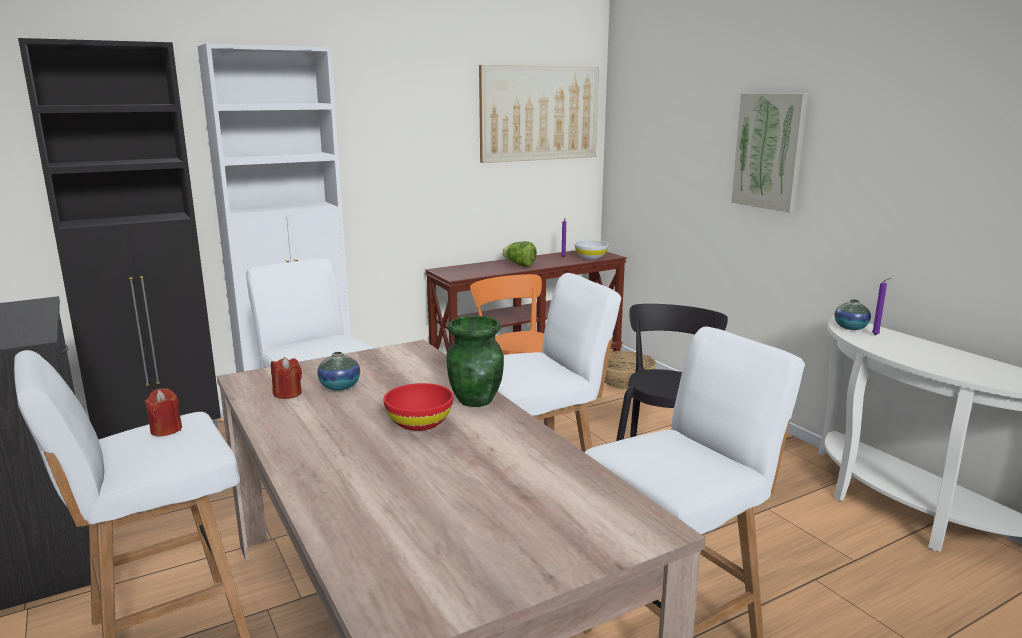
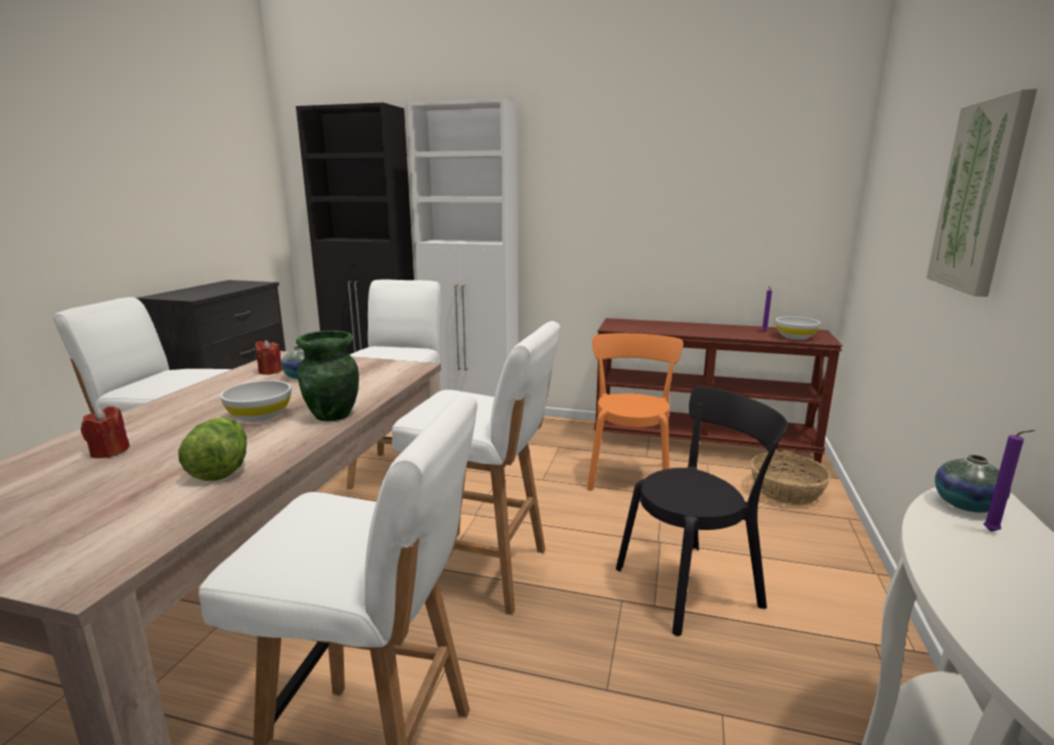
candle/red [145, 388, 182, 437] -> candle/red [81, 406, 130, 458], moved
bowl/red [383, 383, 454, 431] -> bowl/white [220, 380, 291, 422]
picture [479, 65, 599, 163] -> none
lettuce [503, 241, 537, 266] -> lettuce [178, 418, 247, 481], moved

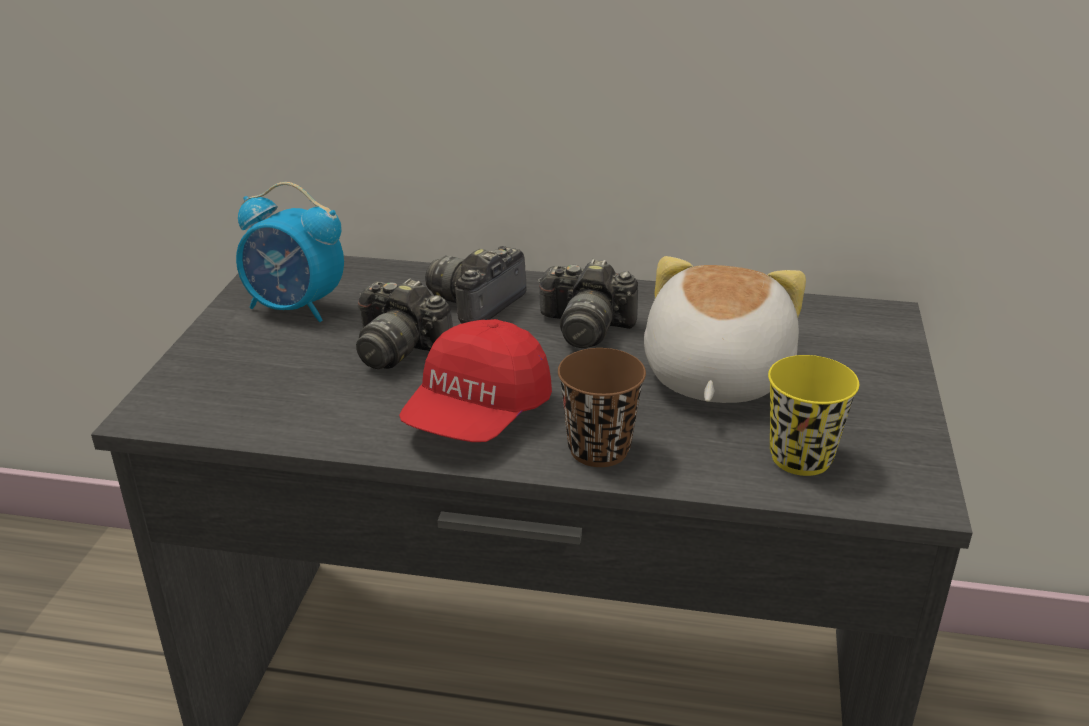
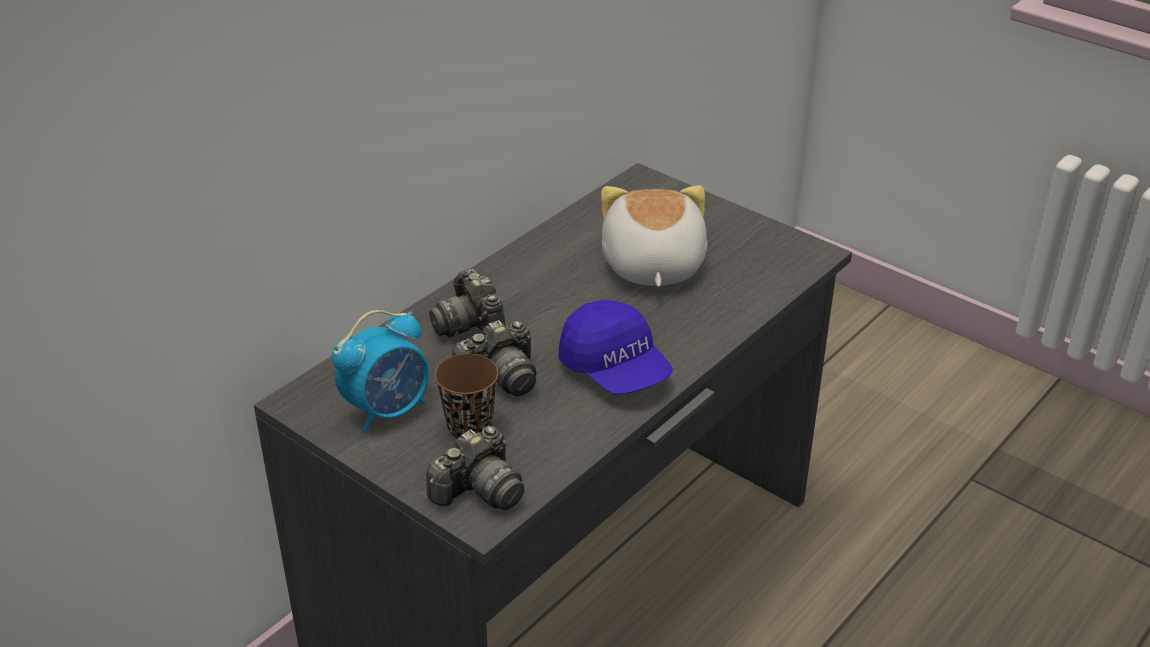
cap/red [399, 319, 552, 442] -> cap/blue [559, 300, 673, 394]
photo camera [537, 259, 638, 348] -> photo camera [426, 426, 525, 510], moved
cup/brown [558, 348, 646, 467] -> cup/brown [435, 354, 499, 439], moved
plush toy [644, 256, 806, 403] -> plush toy [601, 185, 708, 287], 45 degrees clockwise
cup/yellow [768, 355, 859, 476] -> none

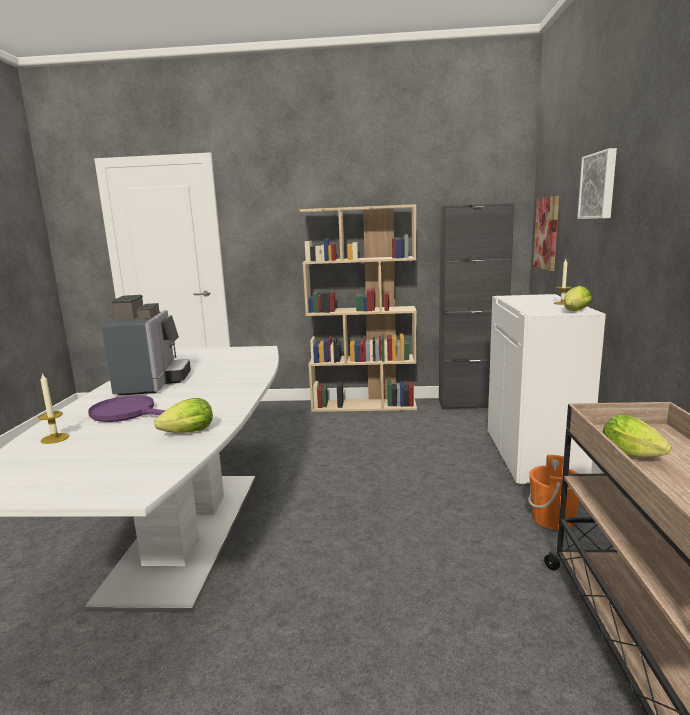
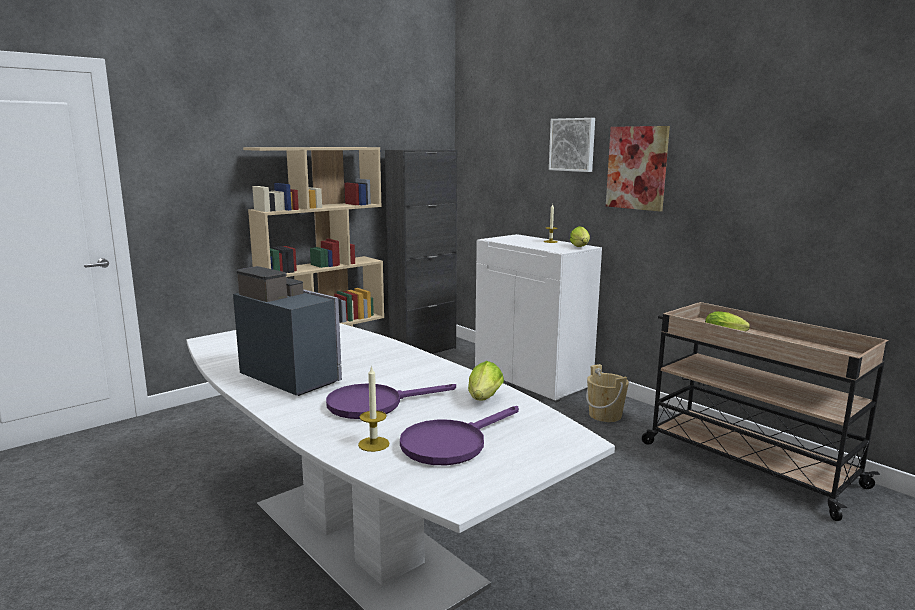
bucket/orange [528, 455, 580, 530] -> bucket/beige [586, 364, 629, 422]
picture [533, 196, 559, 271] -> picture [606, 126, 670, 212], moved
none -> frying pan/purple [400, 406, 519, 465]

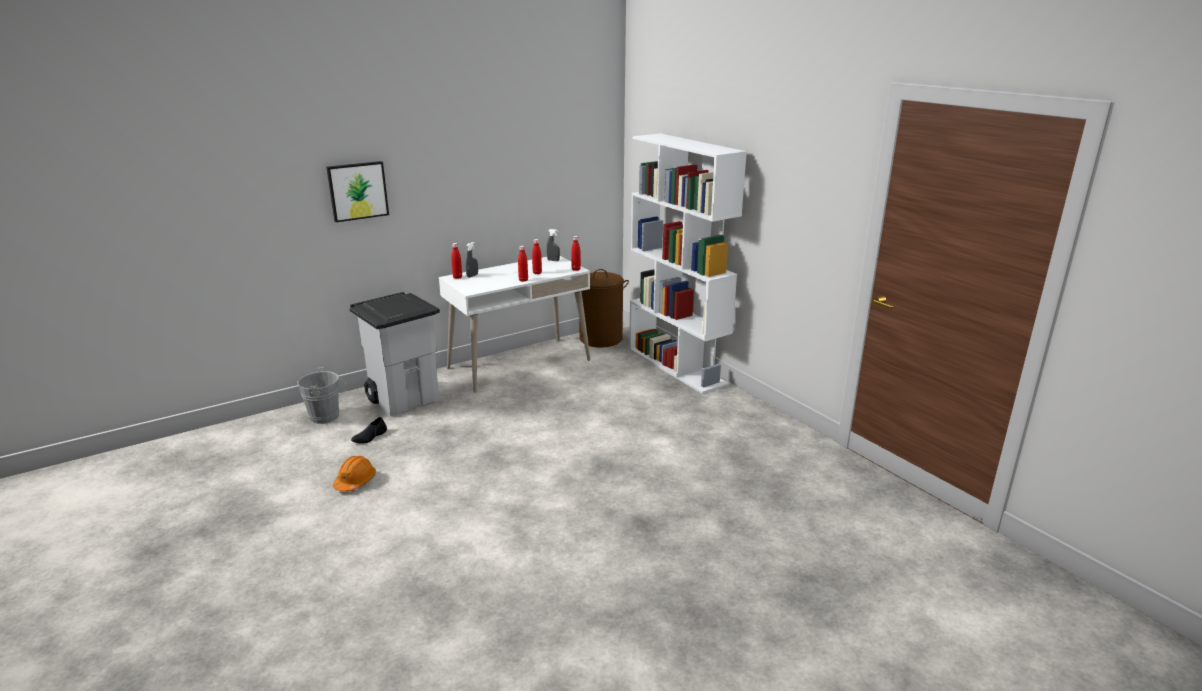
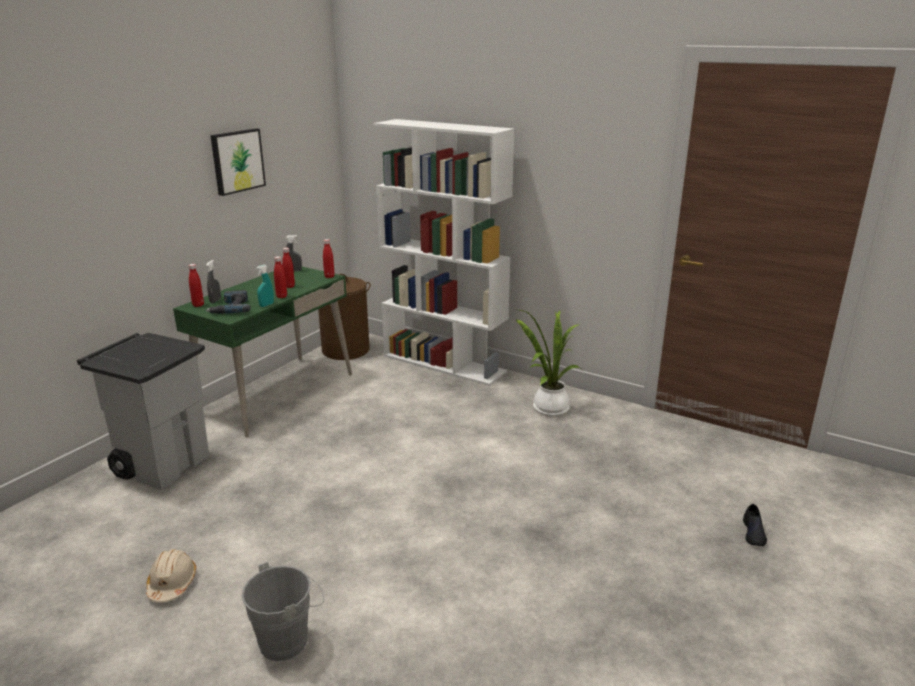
bucket/grey [297, 367, 347, 424] -> bucket/grey [242, 562, 324, 662], moved
picture [326, 161, 389, 222] -> picture [210, 128, 266, 196], moved
hard hat/orange [333, 456, 376, 492] -> hard hat/beige [146, 549, 196, 603]
shoe/black [351, 417, 387, 443] -> shoe/black [743, 504, 767, 546], moved
desk/white [439, 256, 590, 392] -> desk/green [173, 267, 352, 437]
none -> power drill [205, 290, 251, 314]
none -> spray bottle/turquoise [256, 265, 274, 307]
none -> potted plant [515, 310, 580, 416]

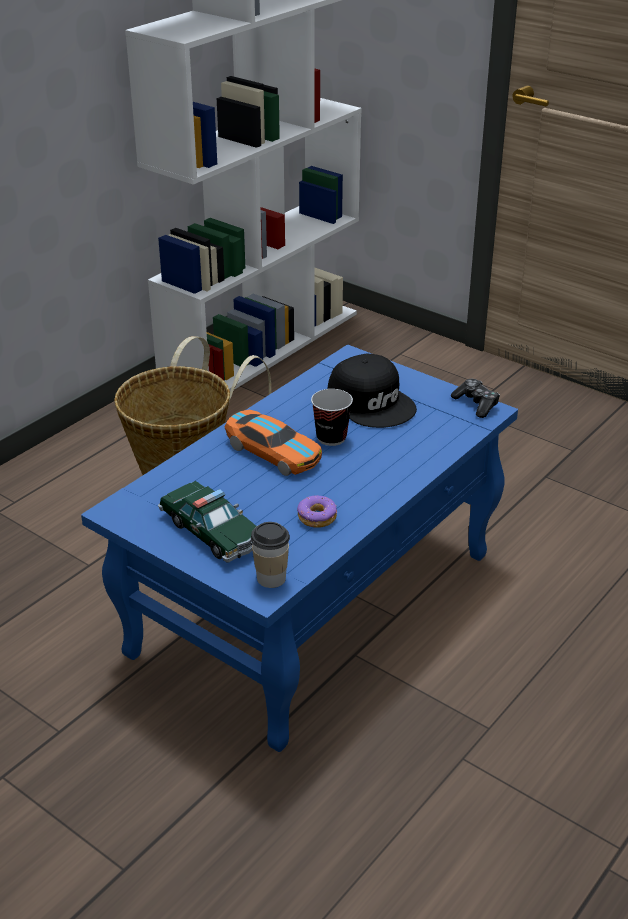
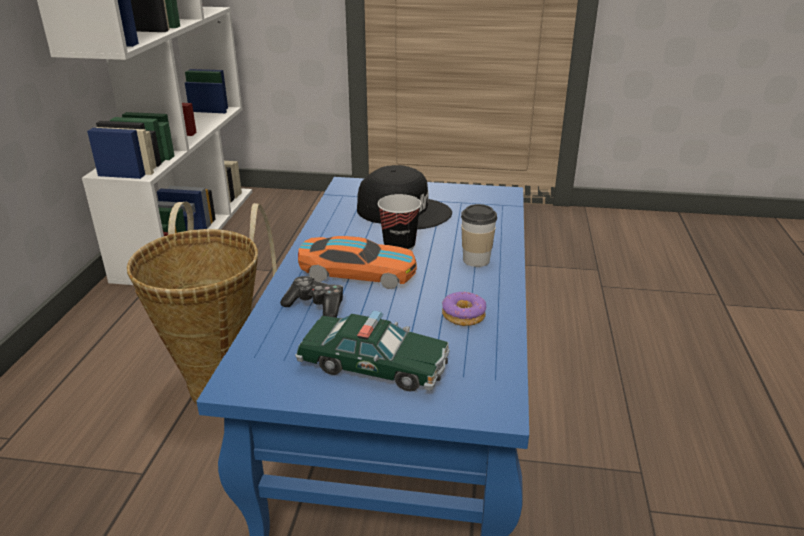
cup [251, 522, 290, 588] -> cup [461, 204, 497, 267], moved
game controller [451, 379, 500, 418] -> game controller [280, 276, 343, 318], moved

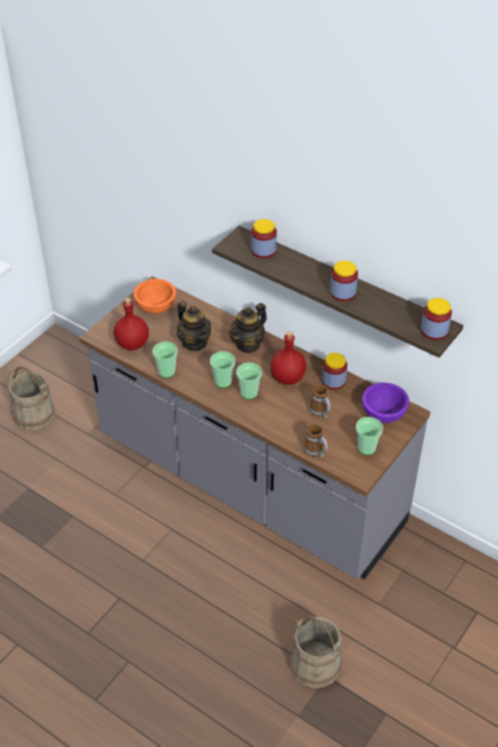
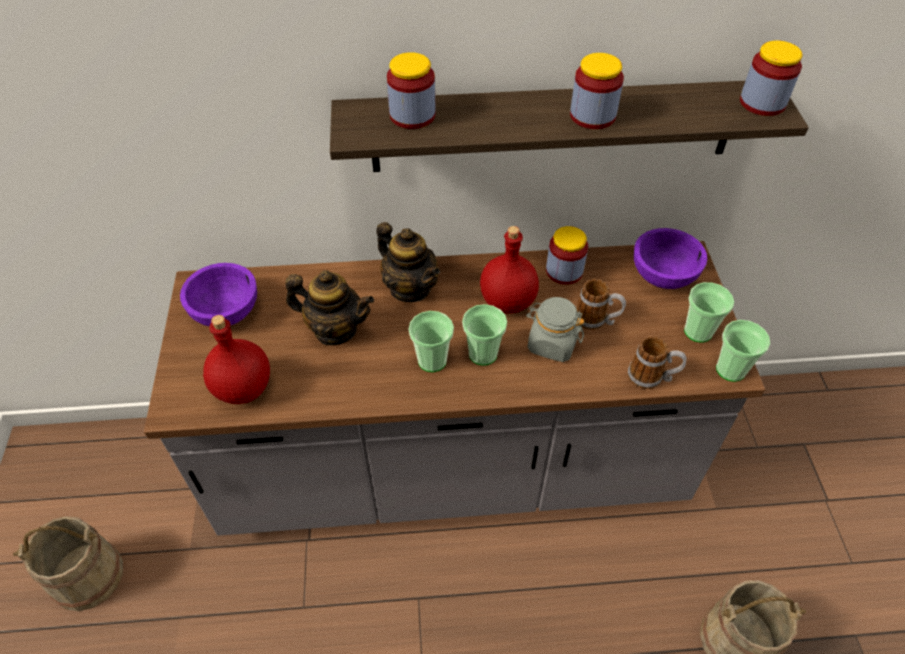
bowl/orange [134, 279, 176, 314] -> bowl/purple [180, 263, 257, 327]
cup [152, 342, 178, 378] -> cup [716, 320, 770, 382], moved
teapot [229, 303, 267, 353] -> teapot [376, 222, 440, 302], 45 degrees counterclockwise
none -> jar/grey [526, 297, 585, 362]

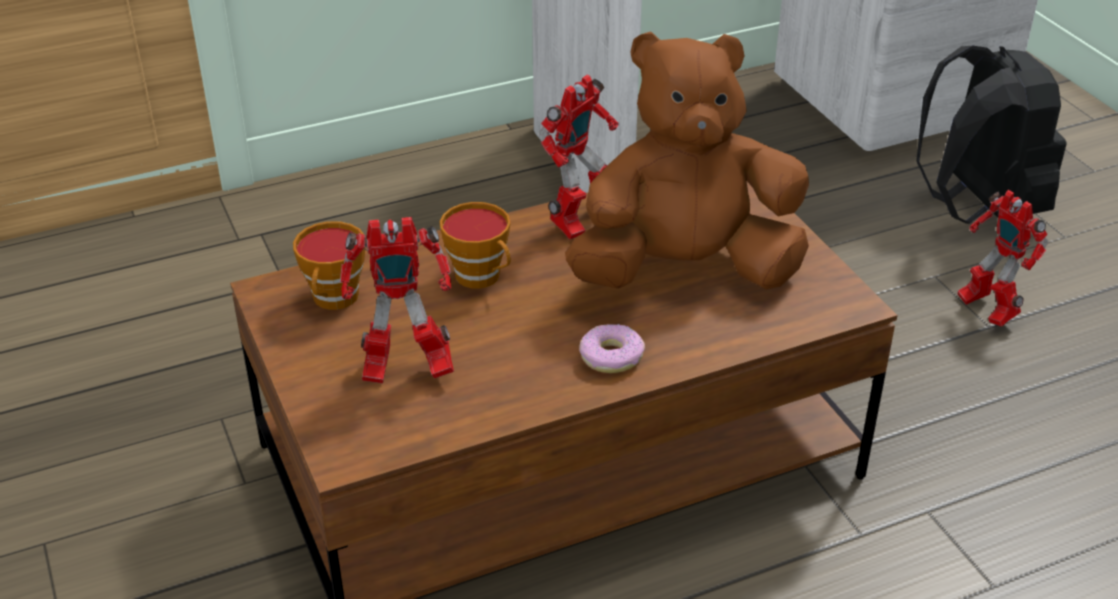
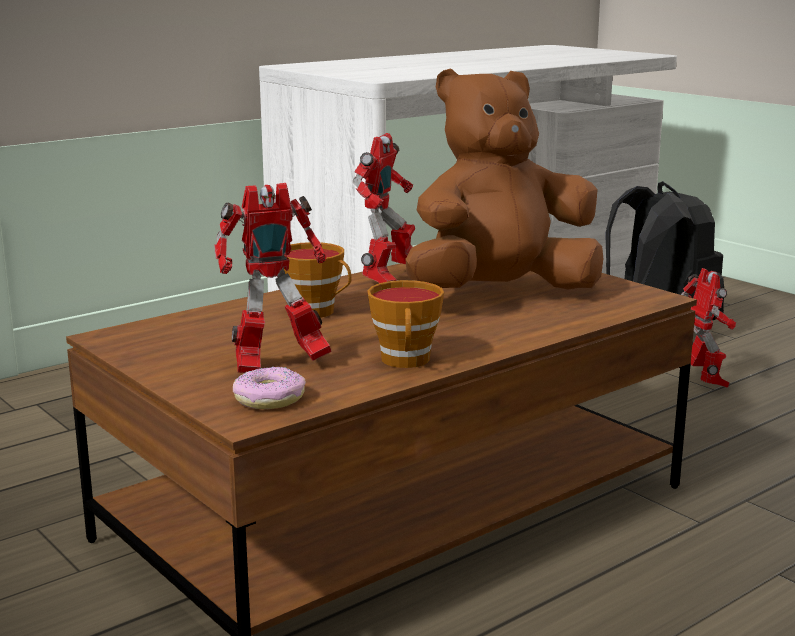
cup [293, 221, 366, 310] -> cup [367, 280, 444, 368], moved
donut [579, 324, 645, 373] -> donut [233, 367, 306, 409], moved
toy robot [958, 190, 1048, 327] -> toy robot [681, 268, 736, 388], 150 degrees counterclockwise

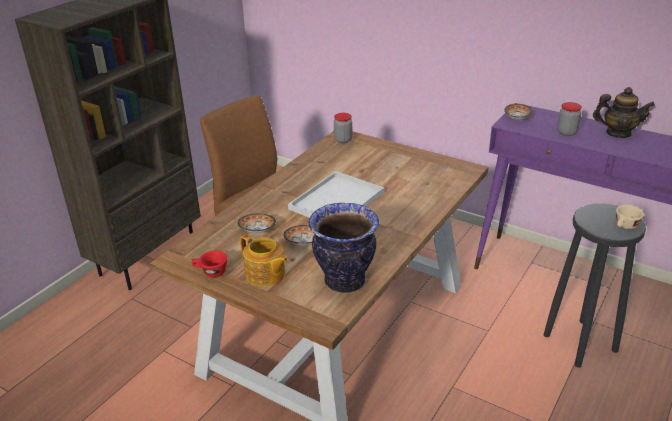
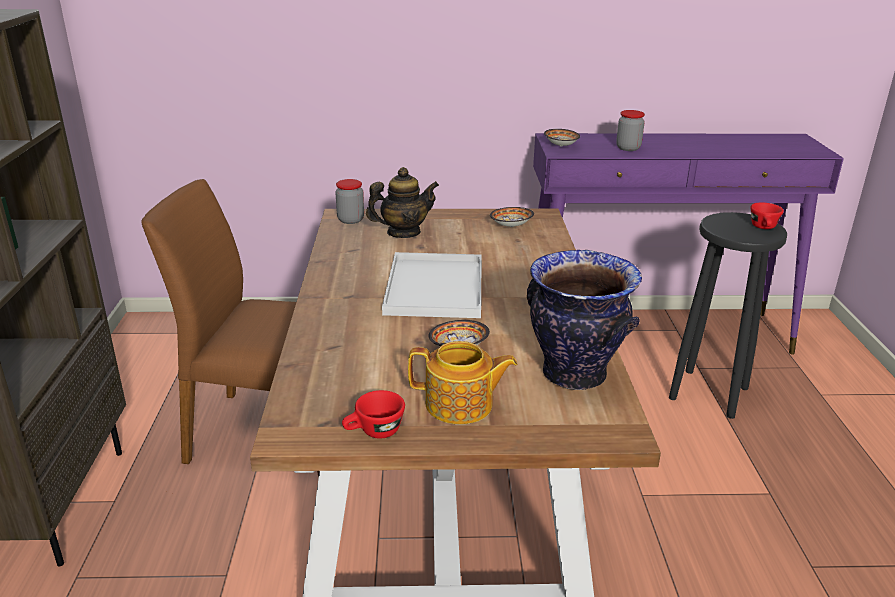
bowl [237, 214, 276, 233] -> bowl [490, 207, 534, 227], moved
teapot [593, 87, 655, 138] -> teapot [366, 167, 439, 238], moved
cup/beige [616, 205, 644, 229] -> cup/red [751, 203, 784, 229]

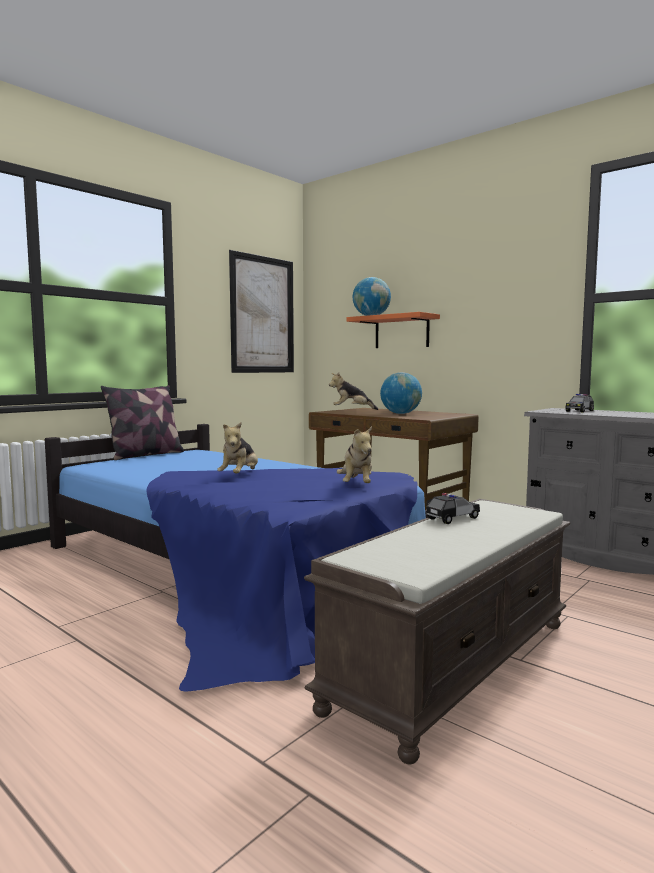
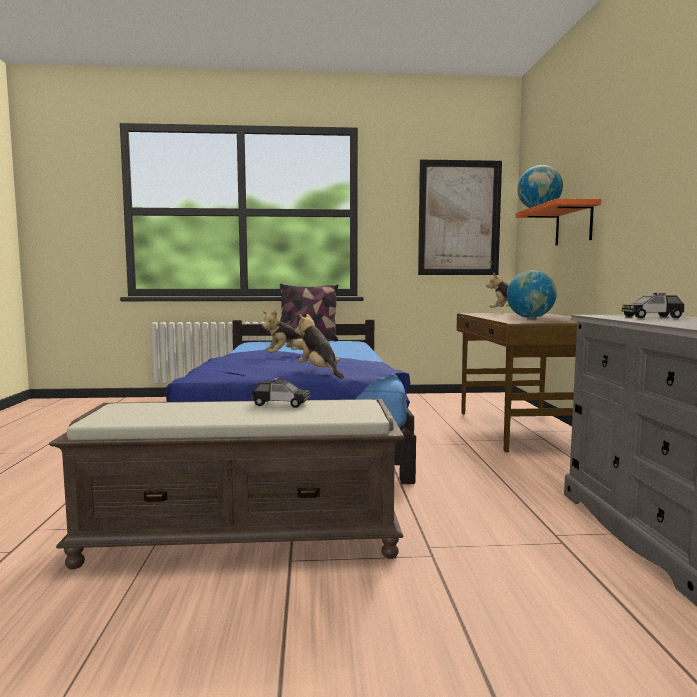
plush toy [337, 426, 372, 483] -> plush toy [295, 313, 344, 379], 105 degrees clockwise

